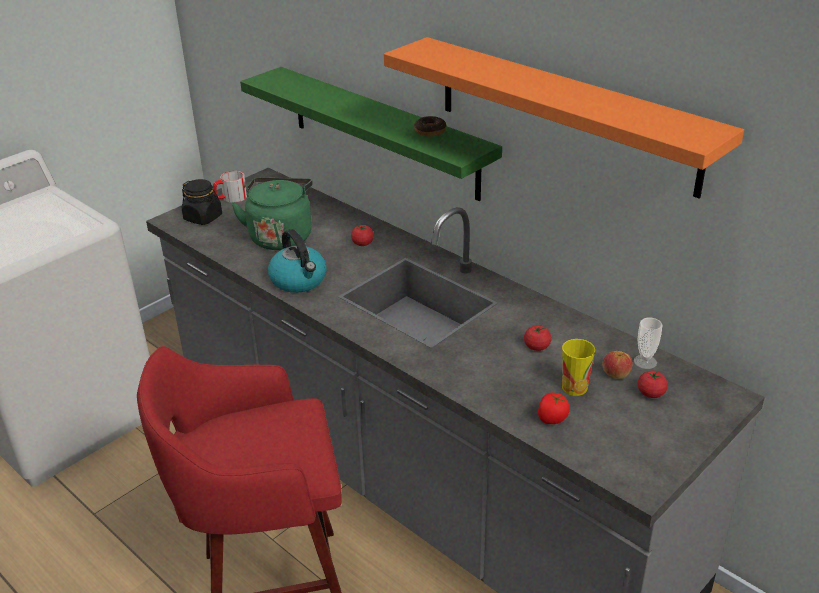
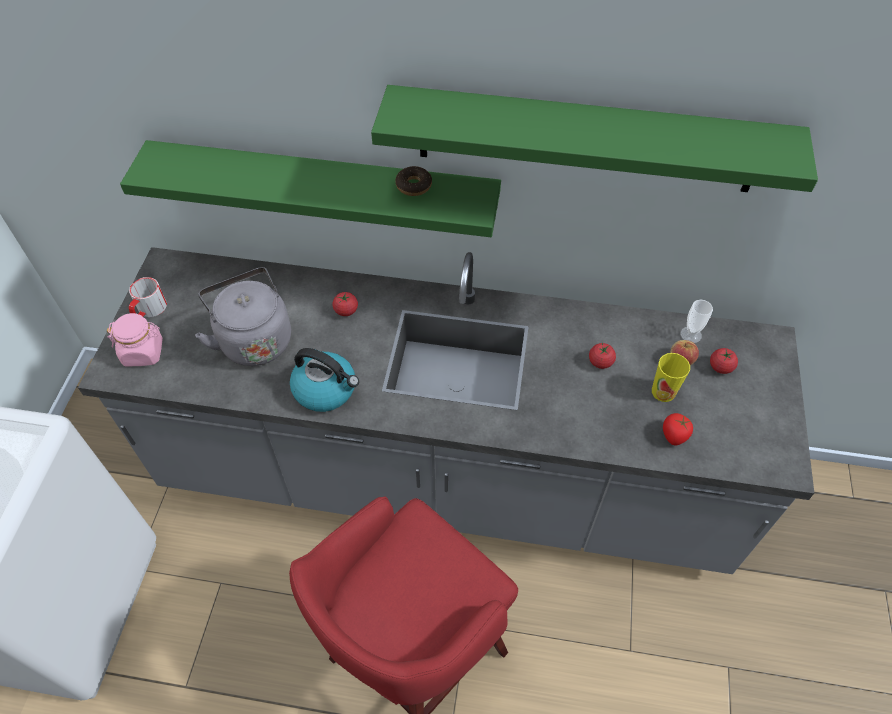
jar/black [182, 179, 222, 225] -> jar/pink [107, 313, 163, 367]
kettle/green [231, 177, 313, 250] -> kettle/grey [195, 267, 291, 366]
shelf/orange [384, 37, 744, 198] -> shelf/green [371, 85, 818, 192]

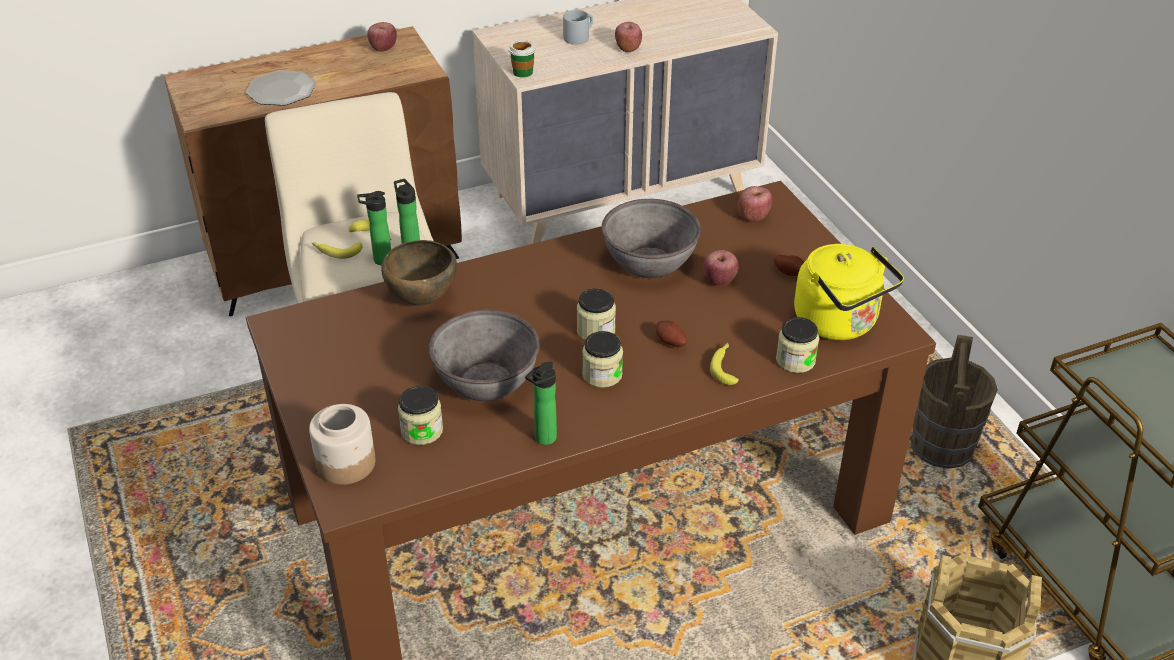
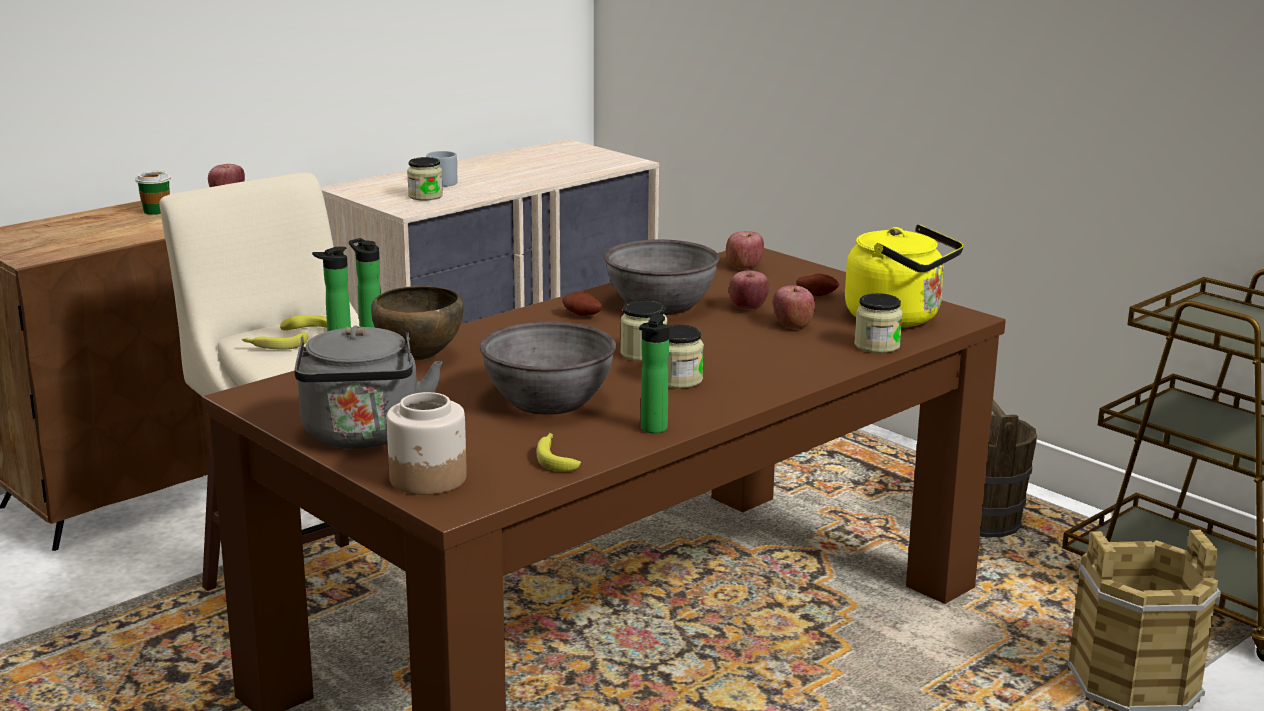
plate [246, 70, 317, 106] -> none
jar [398, 386, 443, 445] -> jar [407, 157, 443, 200], moved
cup [508, 40, 536, 78] -> cup [135, 171, 171, 215], moved
apple [615, 22, 642, 52] -> apple [773, 285, 815, 329], moved
potato [656, 321, 687, 347] -> potato [562, 292, 602, 316], moved
banana [710, 343, 739, 385] -> banana [537, 433, 581, 471], moved
none -> kettle/grey [294, 325, 443, 449]

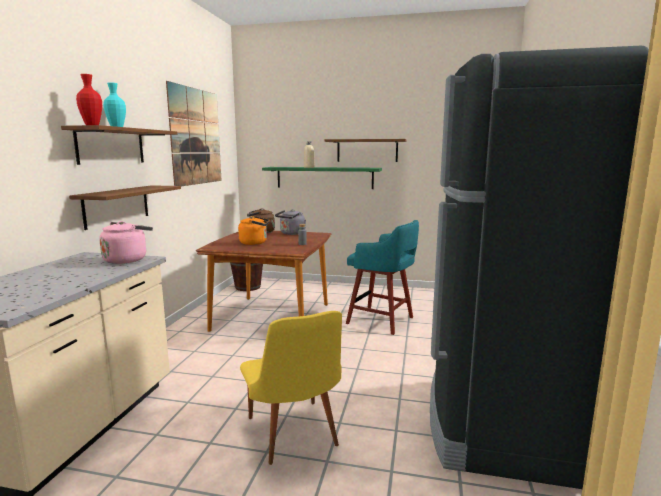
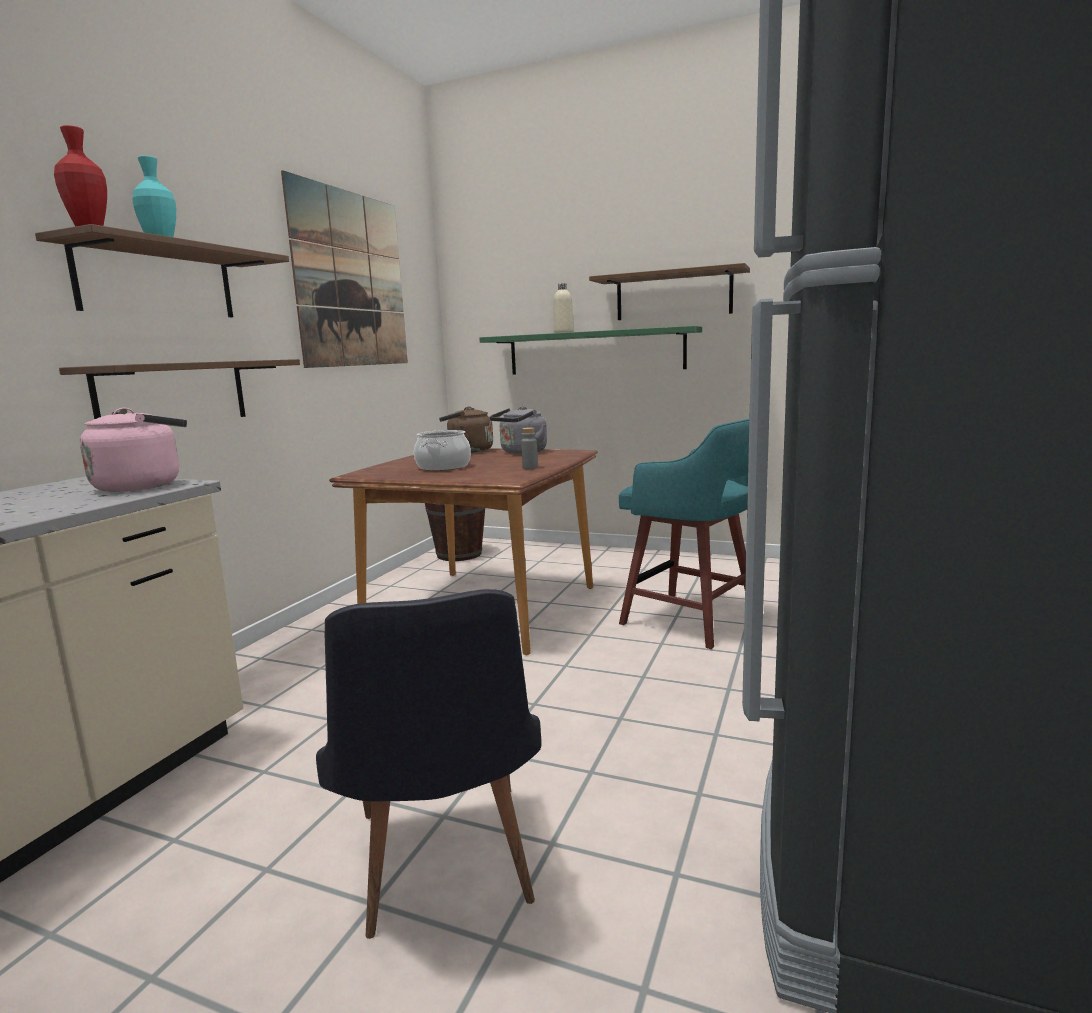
kettle/orange [238, 216, 270, 245] -> cooking pot [414, 430, 471, 471]
chair/yellow [240, 311, 342, 465] -> chair/black [316, 589, 541, 939]

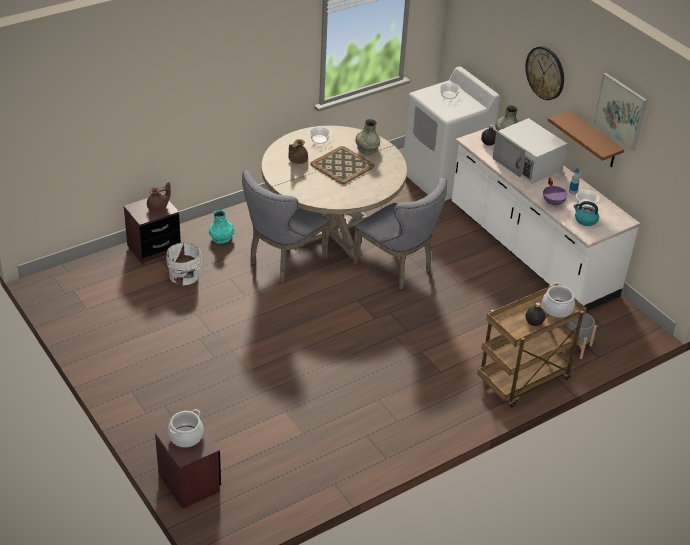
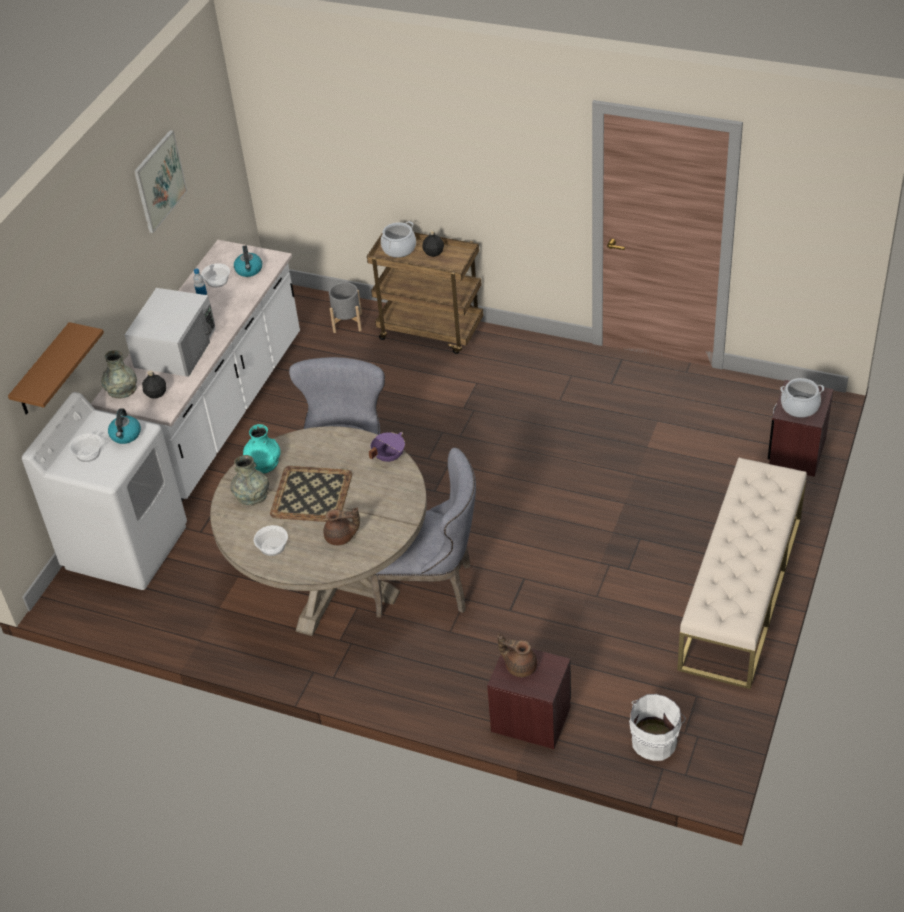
bucket/white [166, 243, 202, 285] -> bucket/white [629, 694, 686, 761], moved
vase/turquoise [209, 210, 234, 244] -> vase/turquoise [243, 424, 281, 474], moved
wall clock [525, 46, 564, 100] -> none
cooking pot/purple [543, 178, 568, 207] -> cooking pot/purple [369, 432, 405, 462], moved
shelf/brown [548, 111, 624, 167] -> shelf/brown [8, 322, 104, 415], moved
none -> kettle [108, 408, 141, 444]
none -> bench/beige [677, 458, 807, 689]

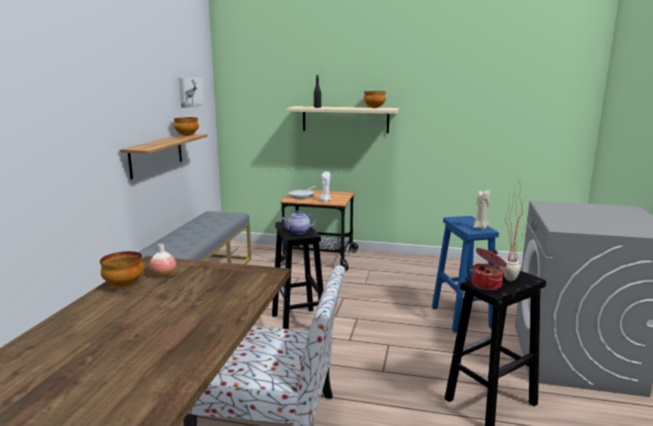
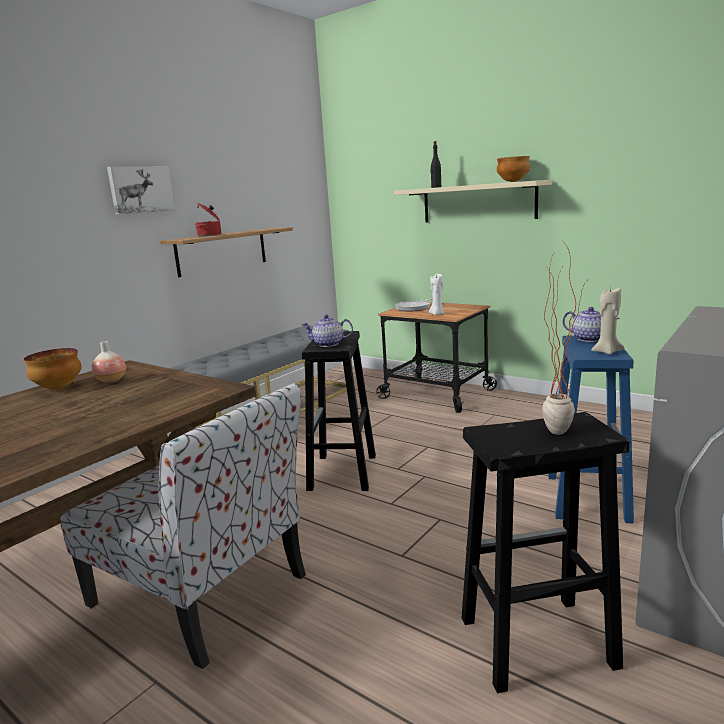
bowl [174, 117, 199, 136] -> none
picture [179, 77, 204, 108] -> picture [107, 166, 175, 214], moved
cooking pot [471, 248, 507, 290] -> cooking pot [195, 203, 221, 237], moved
none -> teapot [562, 307, 620, 342]

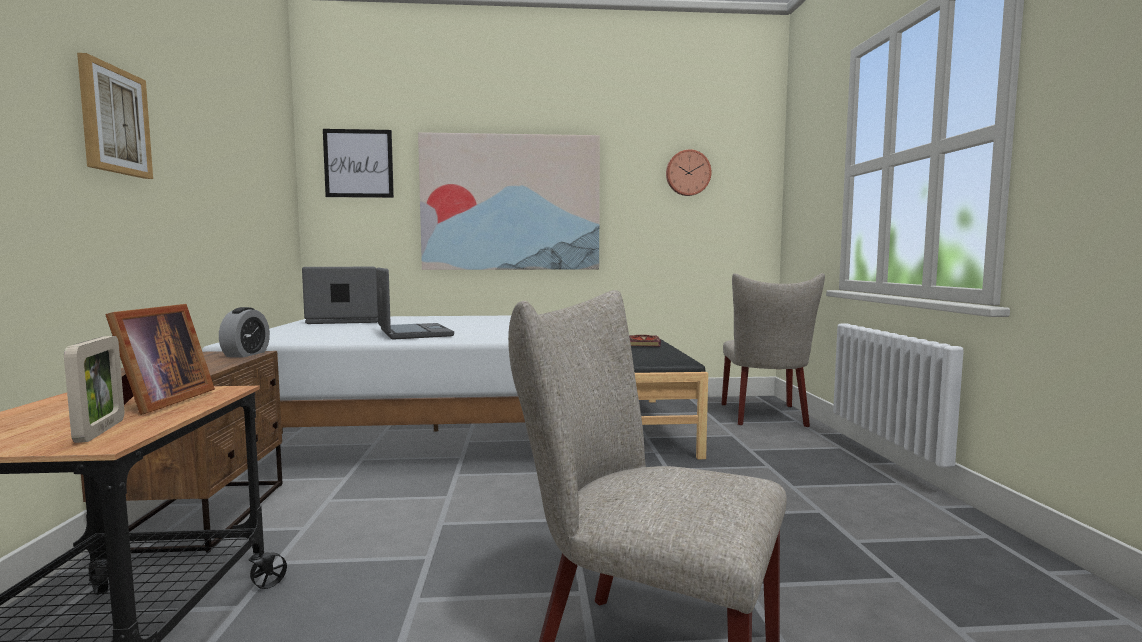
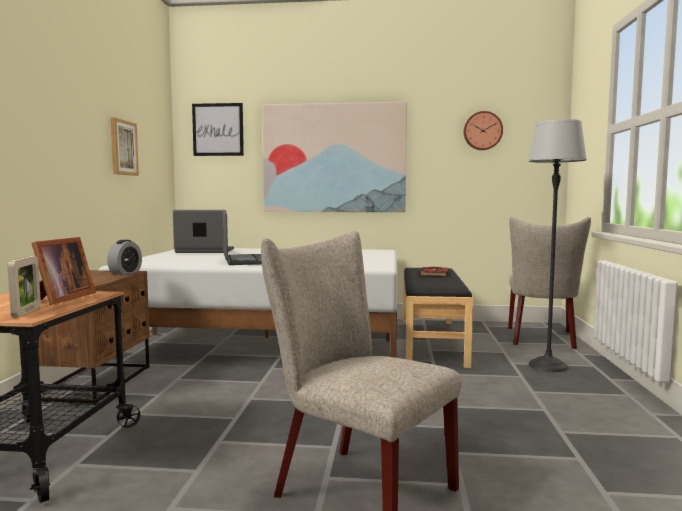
picture [77, 53, 153, 179] -> picture [111, 118, 139, 176], moved
none -> floor lamp [528, 119, 587, 372]

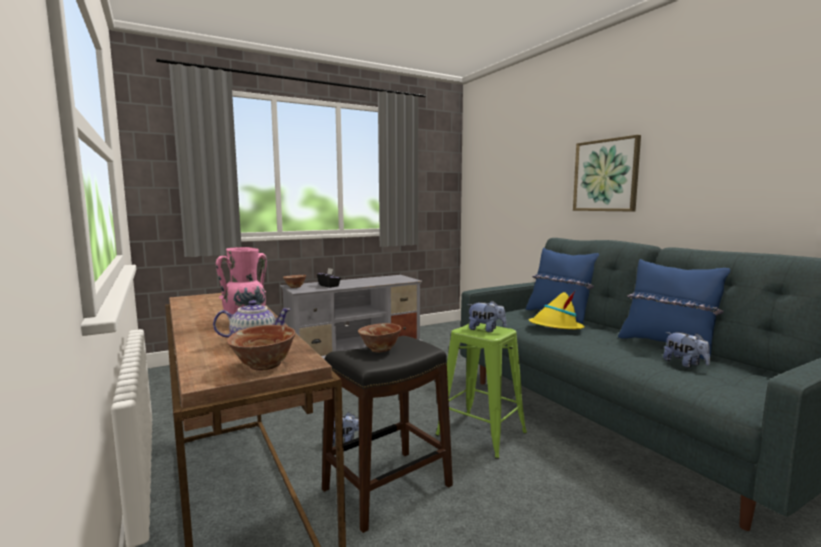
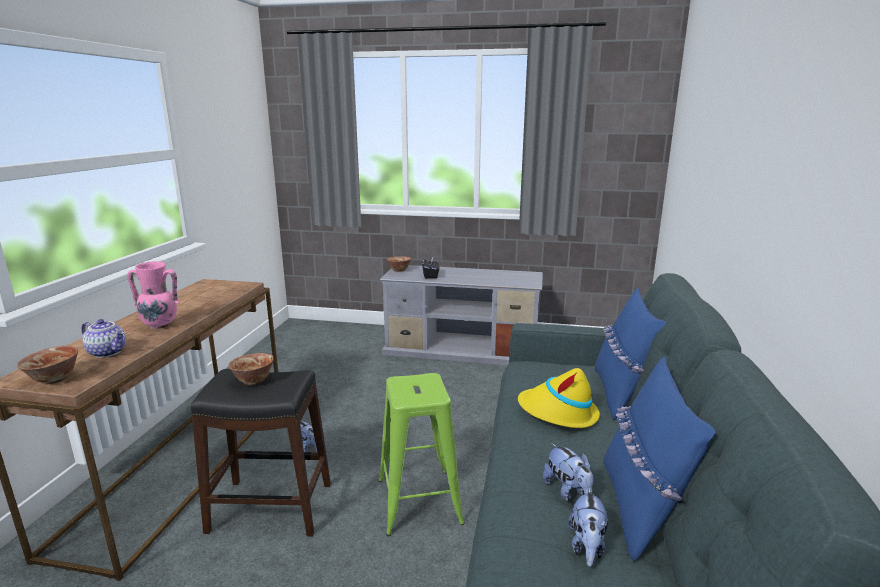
plush toy [467, 301, 506, 332] -> plush toy [543, 443, 593, 501], moved
picture [573, 135, 641, 212] -> none

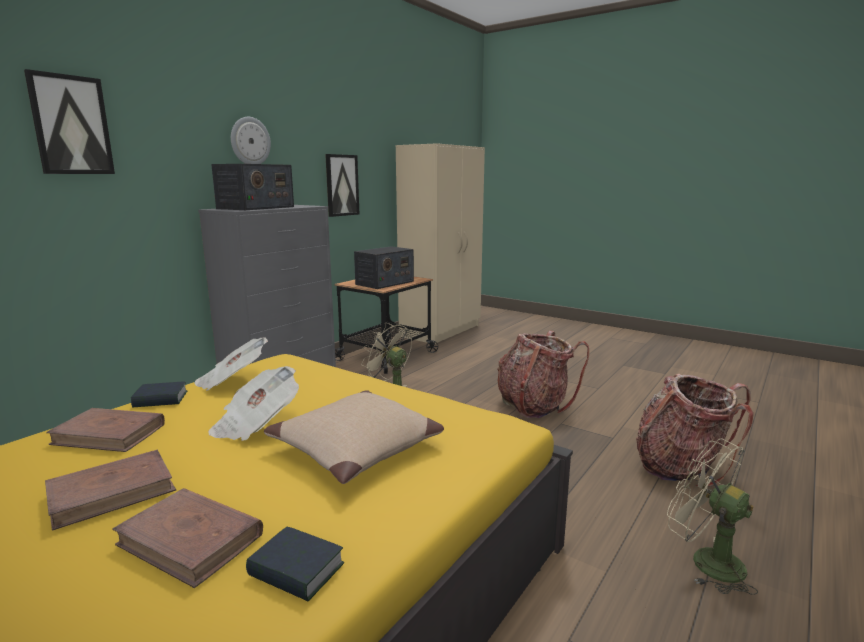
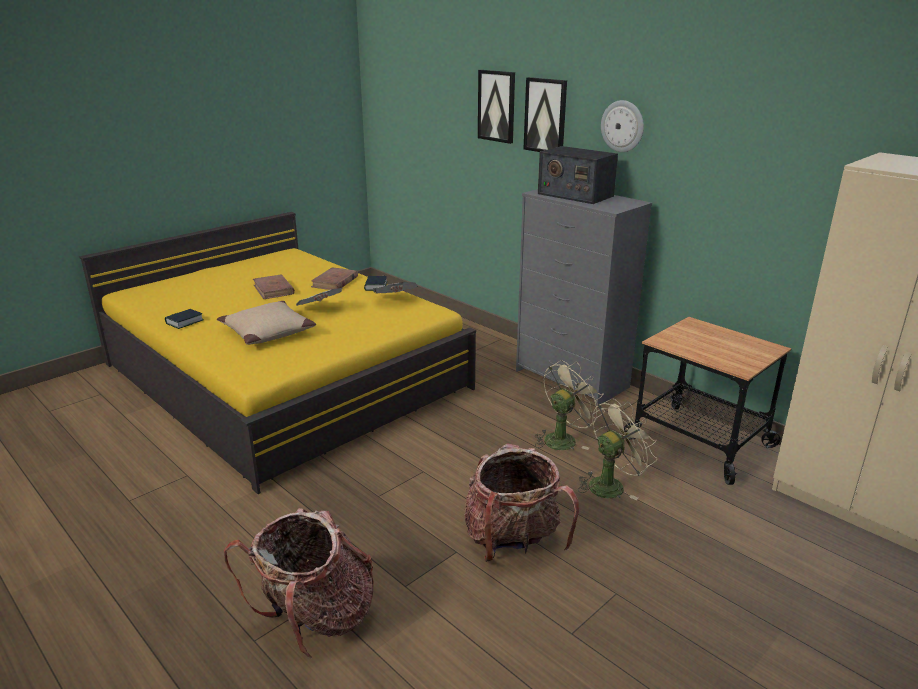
book/brown [112, 488, 263, 588] -> none
picture [325, 154, 359, 217] -> picture [524, 77, 567, 152], moved
radio [354, 246, 414, 289] -> none
fan/beige [667, 439, 758, 595] -> fan/beige [578, 398, 657, 500], moved

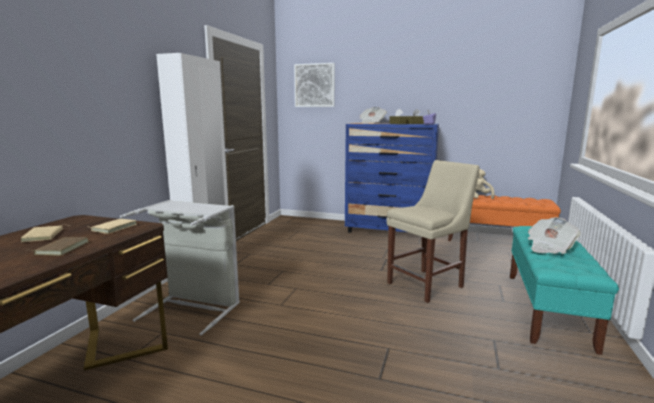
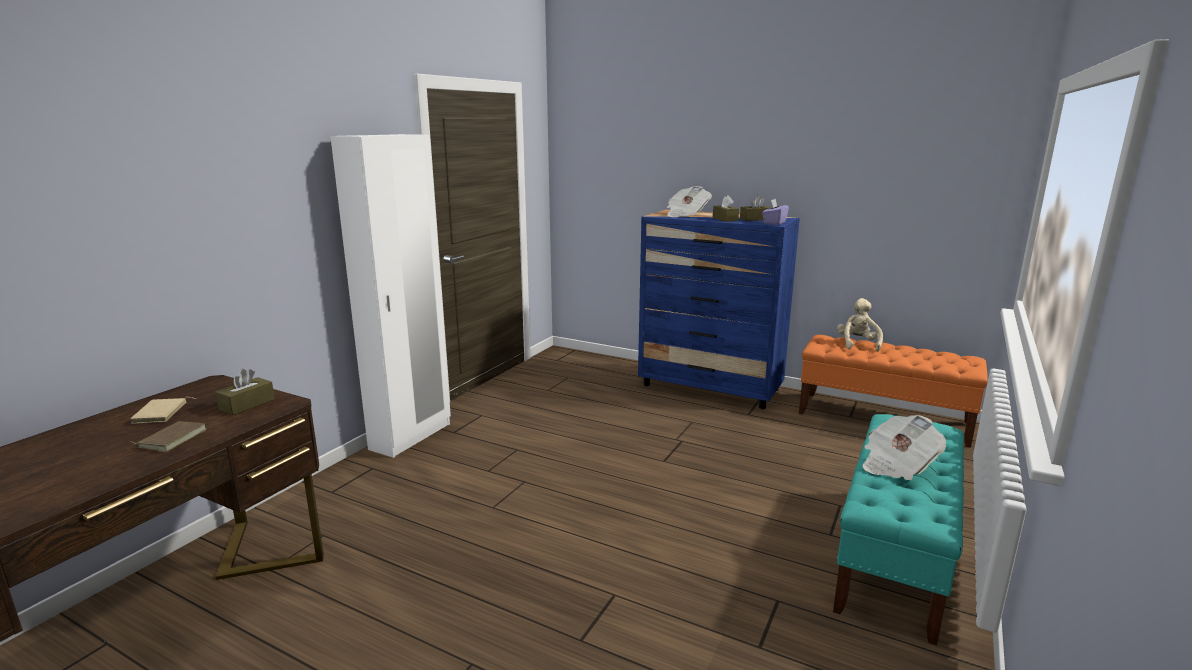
book/beige [87, 219, 137, 234] -> tissue box/brown [215, 369, 275, 415]
laundry basket/grey [120, 200, 240, 335] -> none
picture [294, 63, 335, 107] -> none
chair/beige [386, 160, 480, 303] -> none

